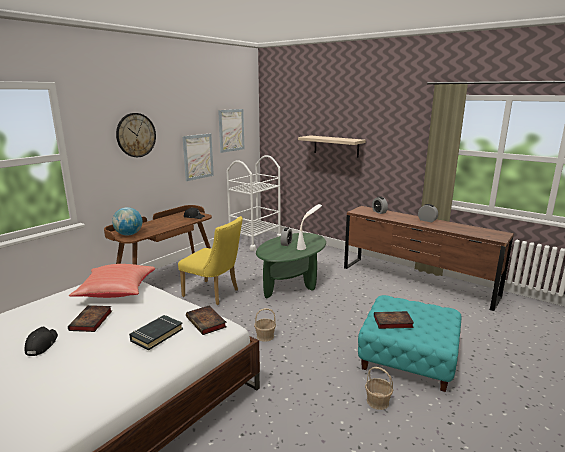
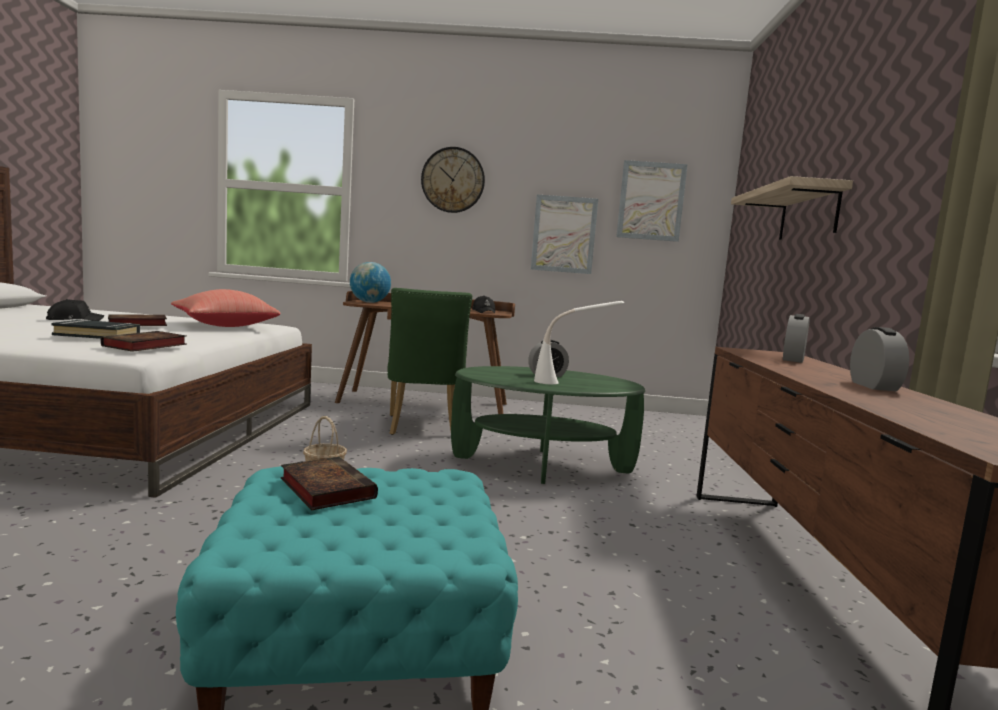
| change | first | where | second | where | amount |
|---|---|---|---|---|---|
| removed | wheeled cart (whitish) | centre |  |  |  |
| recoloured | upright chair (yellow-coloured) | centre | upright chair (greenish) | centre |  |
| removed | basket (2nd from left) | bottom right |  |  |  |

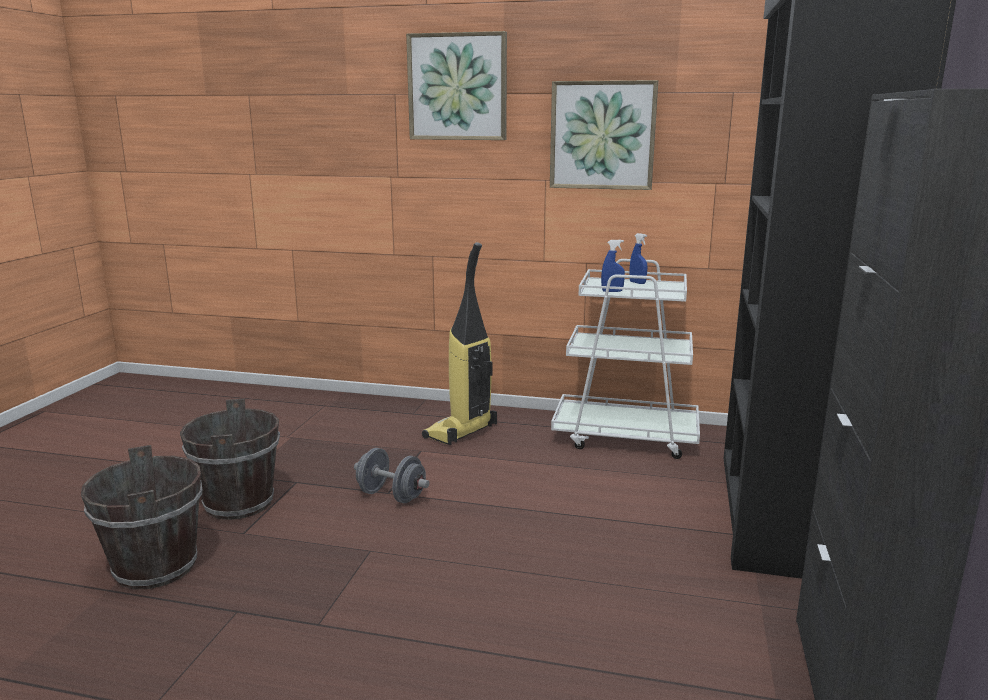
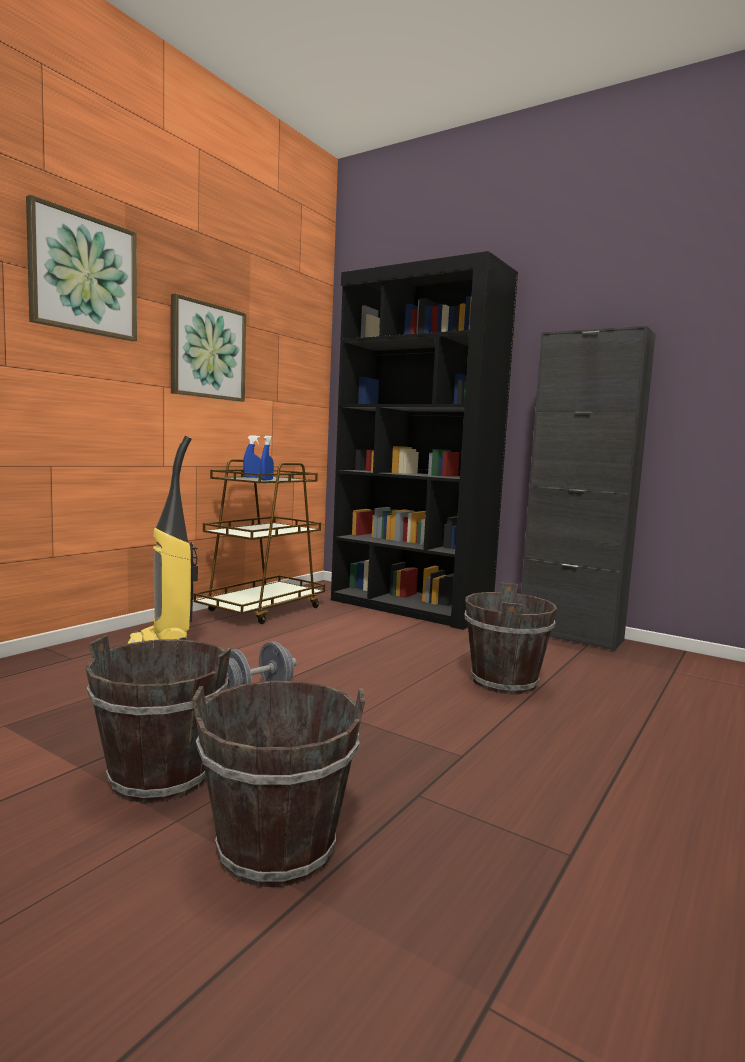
| change | first | where | second | where | amount |
|---|---|---|---|---|---|
| recoloured | wheeled cart (whitish) | centre | wheeled cart (brown-coloured) | centre |  |
| added |  |  | bucket (brown-coloured) (3rd from left) | middle right |  |

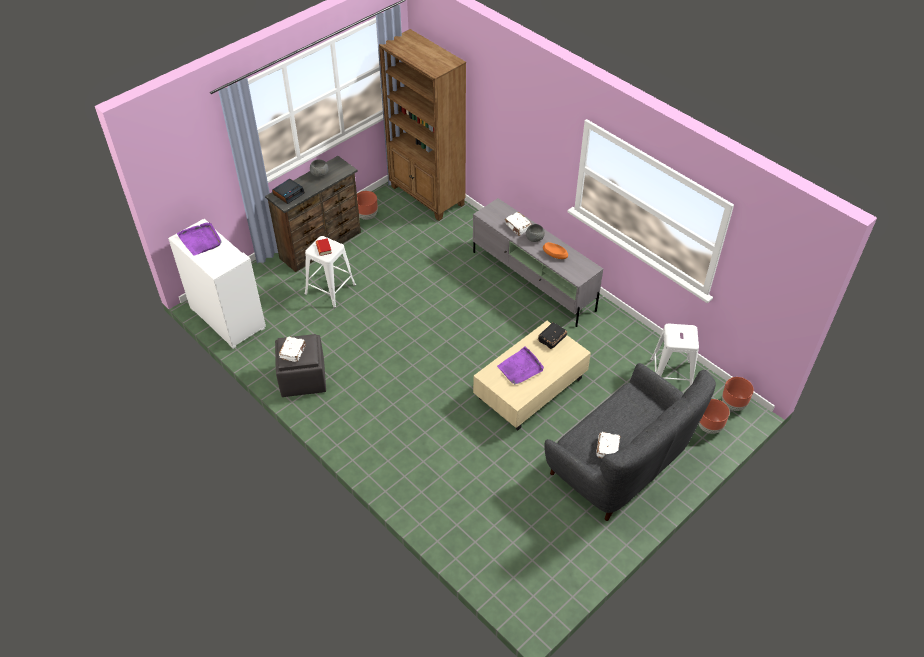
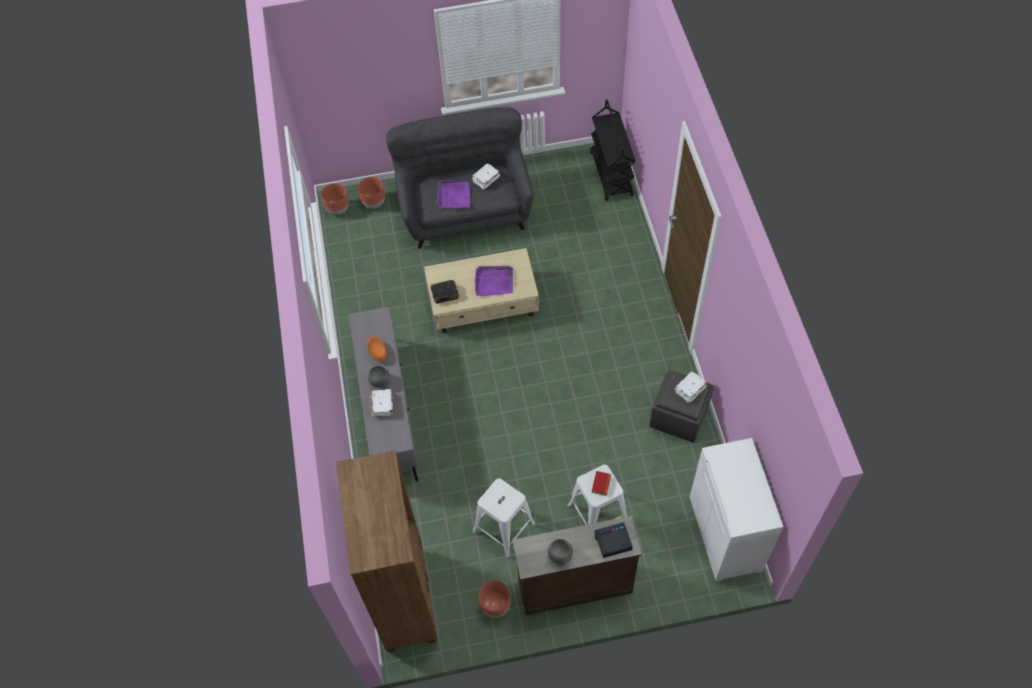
| change | first | where | second | where | amount |
|---|---|---|---|---|---|
| moved | carrying tray (purplish) (1st from left) | middle left |  | top centre |  |
| moved | stool seat (whitish) (2nd from left in the first image) | middle right | stool seat (whitish) (1st from left) | bottom centre |  |
| added |  |  | wheeled cart (black) | top centre |  |

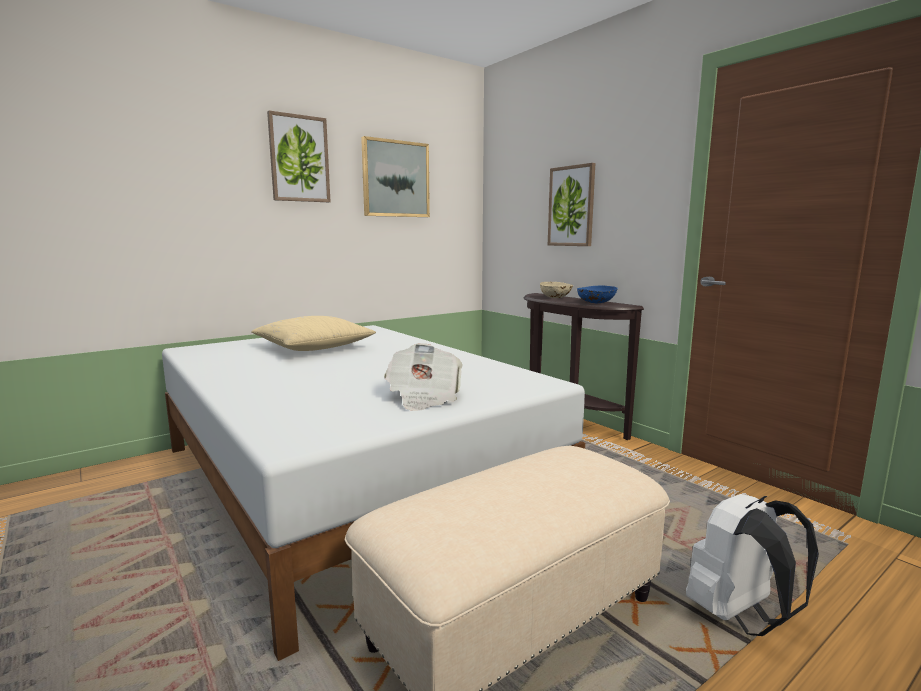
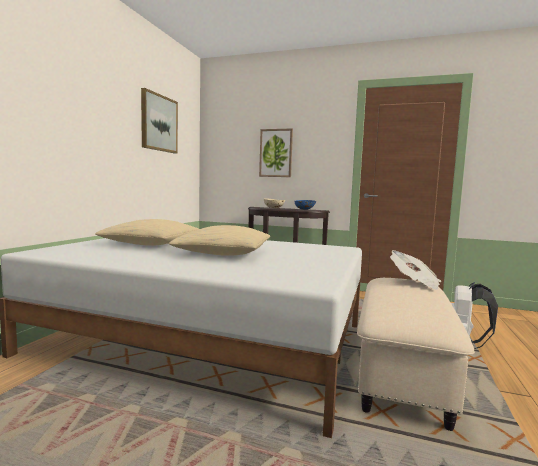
| change | first | where | second | where | amount |
|---|---|---|---|---|---|
| removed | wall picture (1st from left) | top left |  |  |  |
| moved | newspaper | centre |  | middle right |  |
| added |  |  | pillow (beige) (2nd from left) | centre |  |

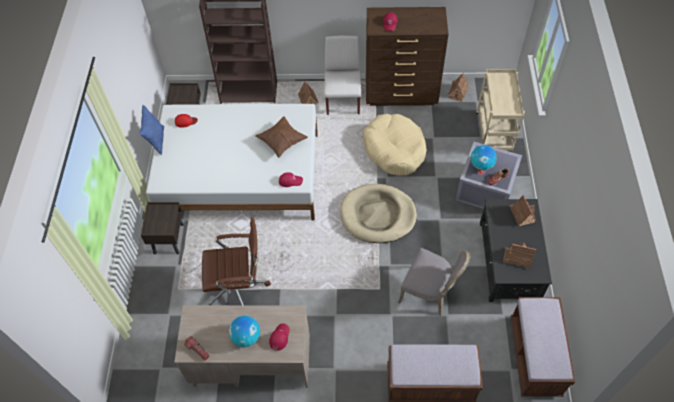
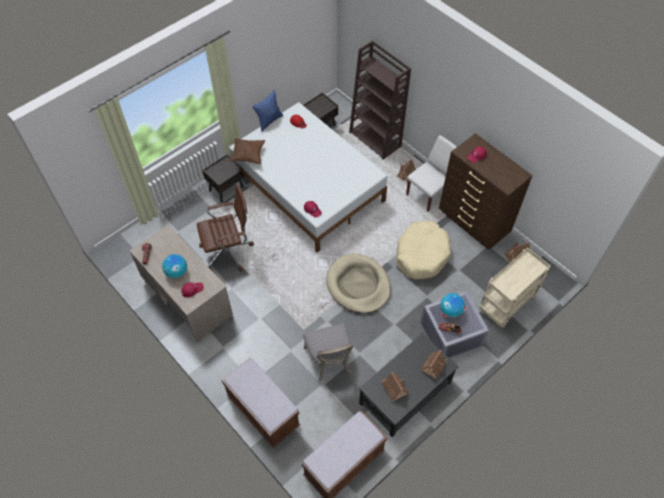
| change | first | where | second | where | amount |
|---|---|---|---|---|---|
| moved | pillow (brown-coloured) | centre |  | top centre |  |
| turned | computer chair (brown-coloured) | centre |  | centre | 60 degrees counterclockwise |

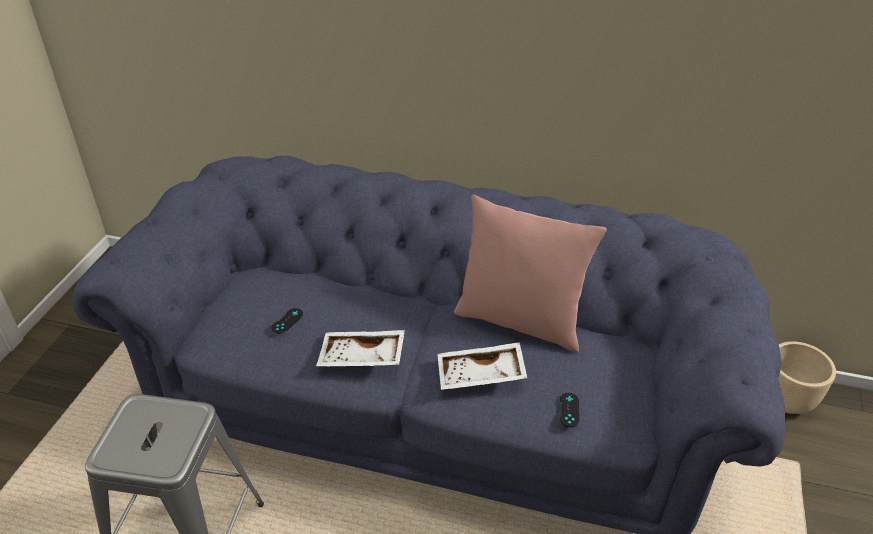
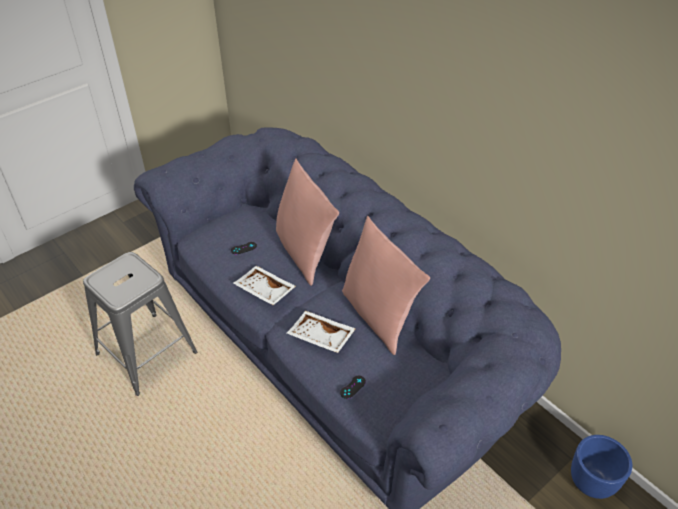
| change | first | where | second | where | amount |
|---|---|---|---|---|---|
| recoloured | planter (beige) | bottom right | planter (blue-coloured) | bottom right |  |
| added |  |  | pillow (pink) (1st from left) | centre |  |

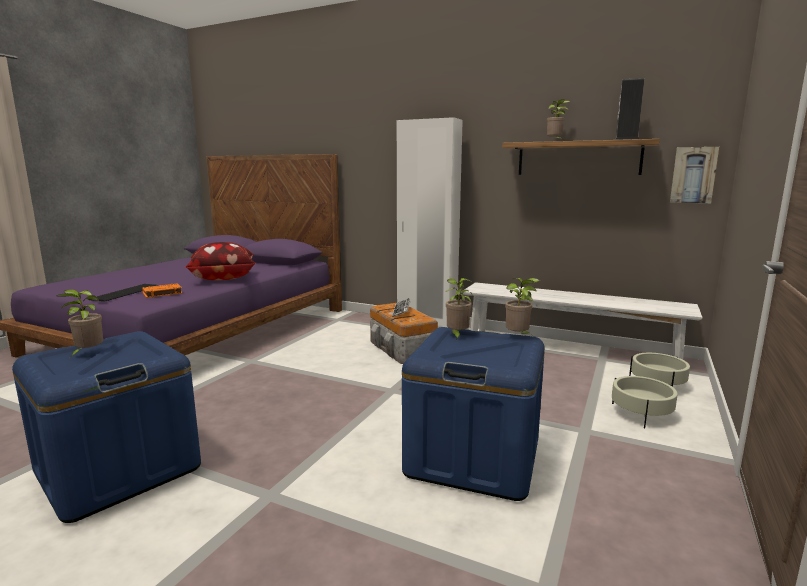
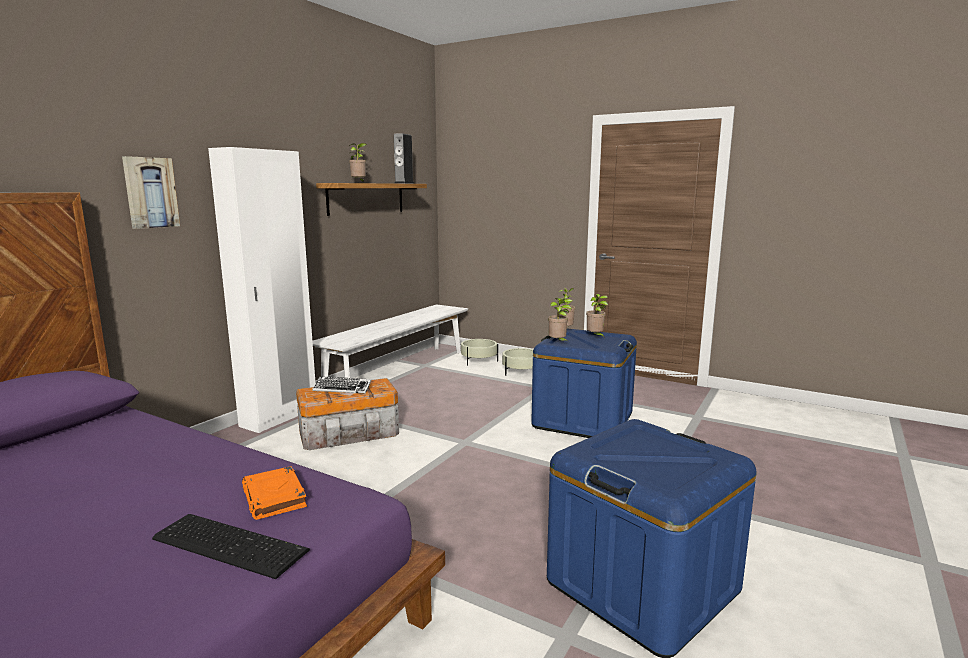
| change | first | where | second | where | amount |
|---|---|---|---|---|---|
| moved | wall picture | top right |  | top left |  |
| removed | pillow | middle left |  |  |  |
| moved | houseplant (1st from left in the first image) | middle left | houseplant (4th from left) | centre |  |

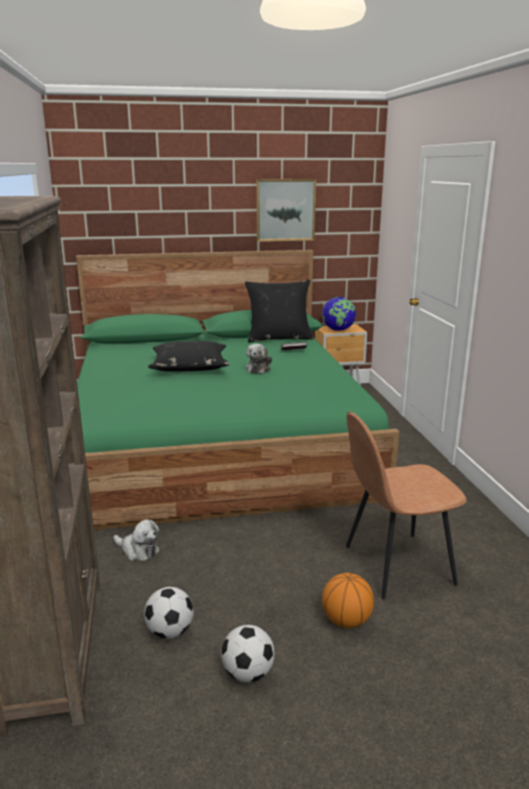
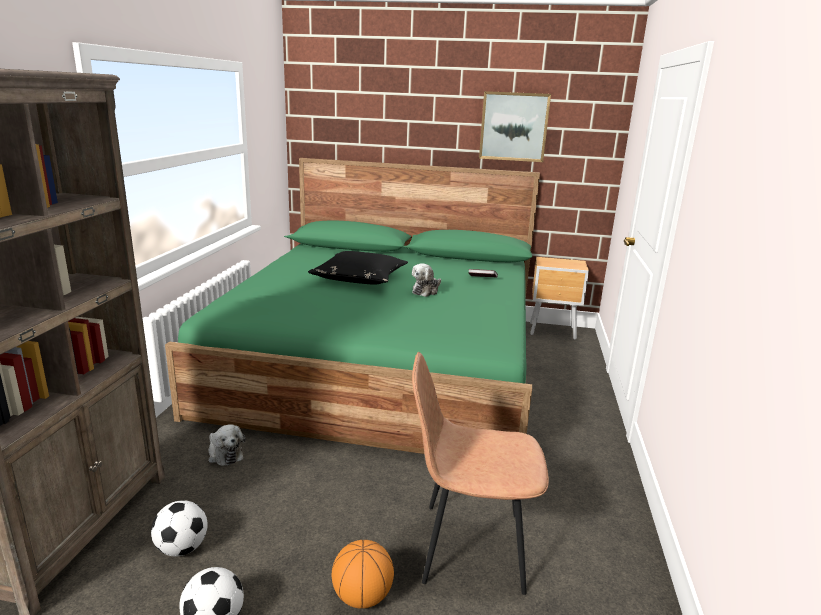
| change | first | where | second | where | amount |
|---|---|---|---|---|---|
| removed | pillow (black) (2nd from left) | centre |  |  |  |
| removed | world globe | centre |  |  |  |

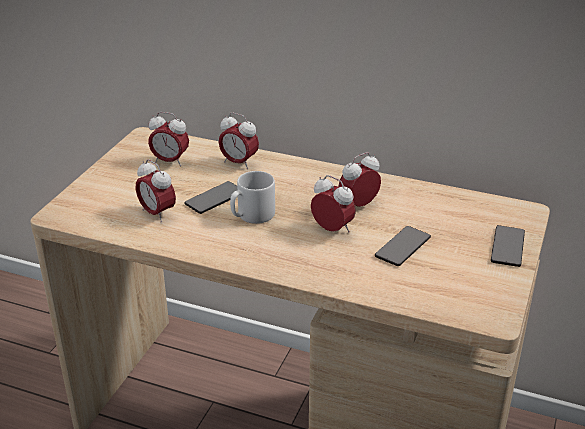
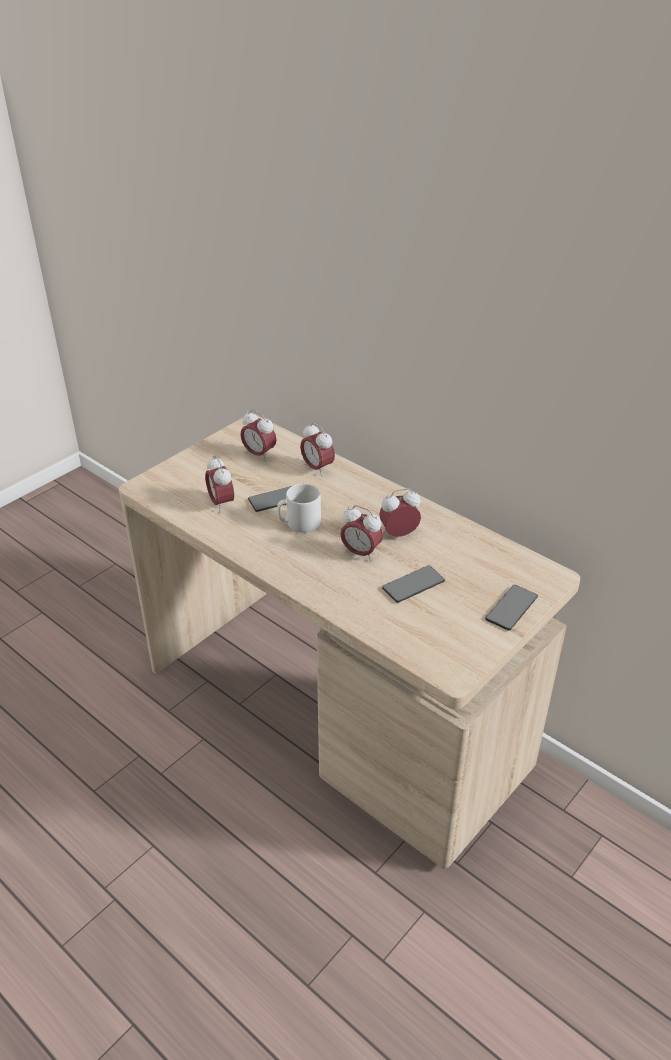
| change | first | where | second | where | amount |
|---|---|---|---|---|---|
| turned | alarm clock (4th from left) | centre |  | centre | 150 degrees clockwise |

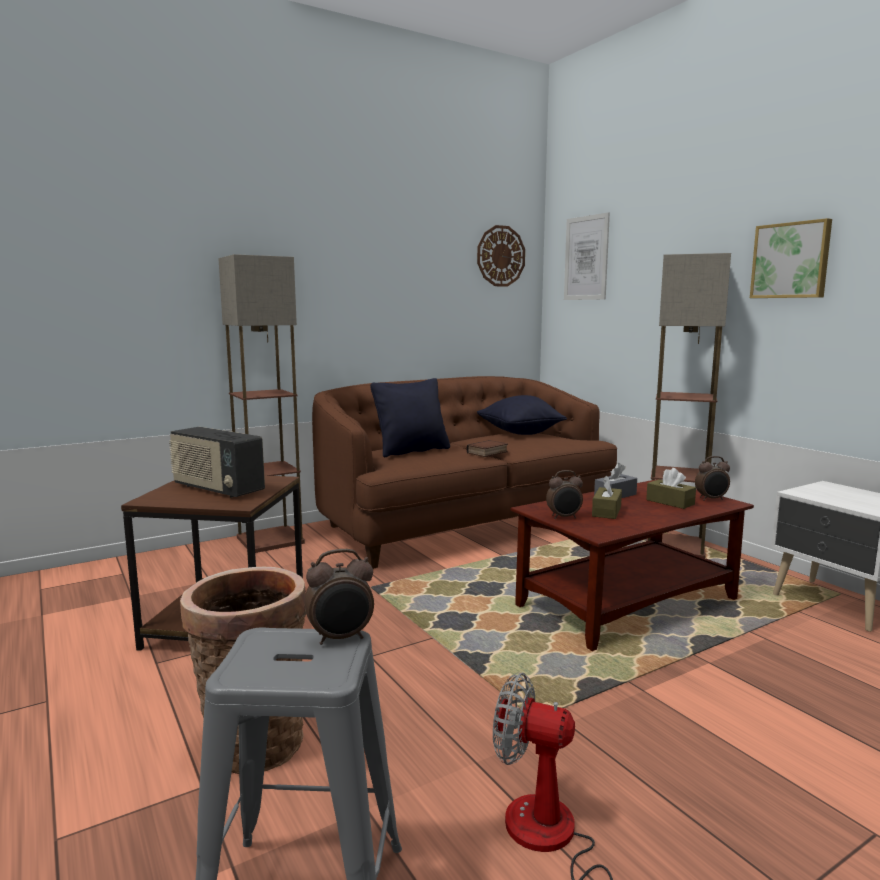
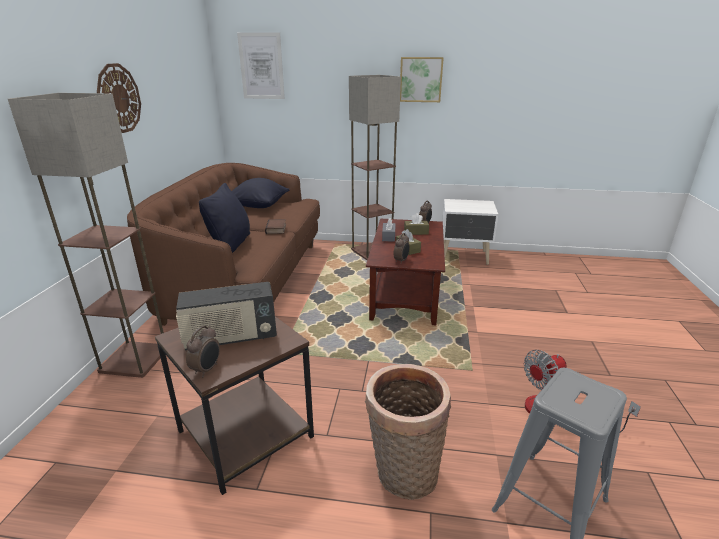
| change | first | where | second | where | amount |
|---|---|---|---|---|---|
| moved | wall clock | top centre |  | top left |  |
| moved | alarm clock (1st from left) | bottom centre |  | middle left |  |

